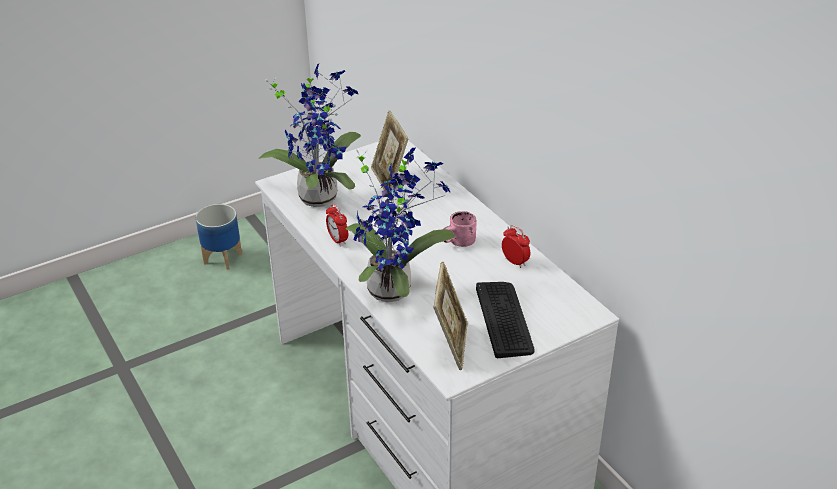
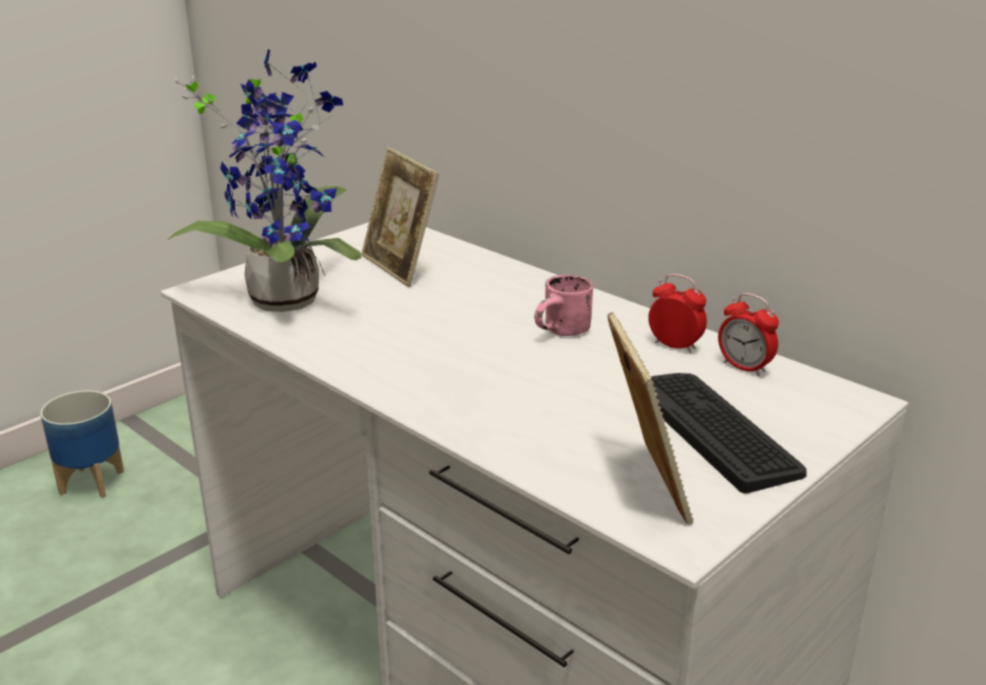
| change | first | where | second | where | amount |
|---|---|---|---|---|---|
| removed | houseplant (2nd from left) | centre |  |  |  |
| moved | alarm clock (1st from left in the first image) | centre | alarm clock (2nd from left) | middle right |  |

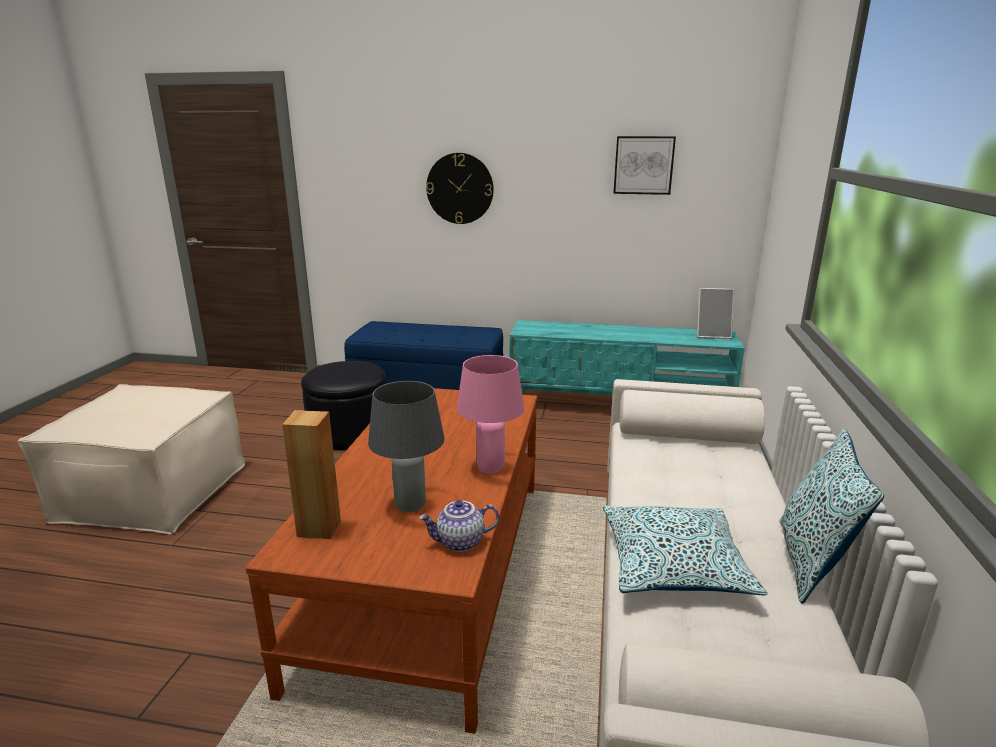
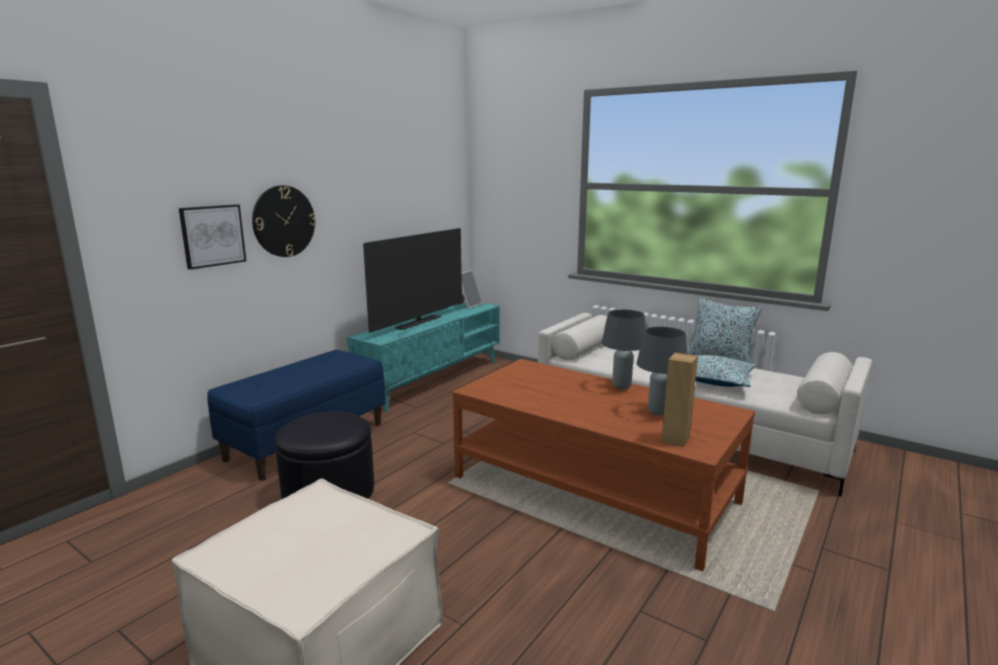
| change | first | where | second | where | amount |
|---|---|---|---|---|---|
| moved | wall picture | top centre |  | middle left |  |
| recoloured | lamp for a table (pink) | centre | lamp for a table (gray) (1st from left) | centre |  |
| removed | pot for tea | bottom centre |  |  |  |
| added |  |  | television | centre |  |

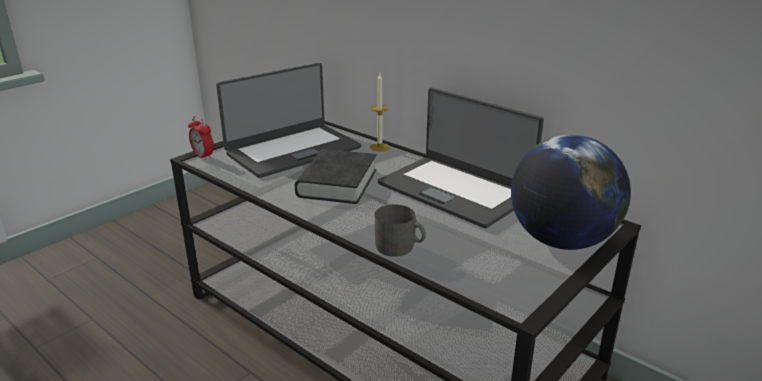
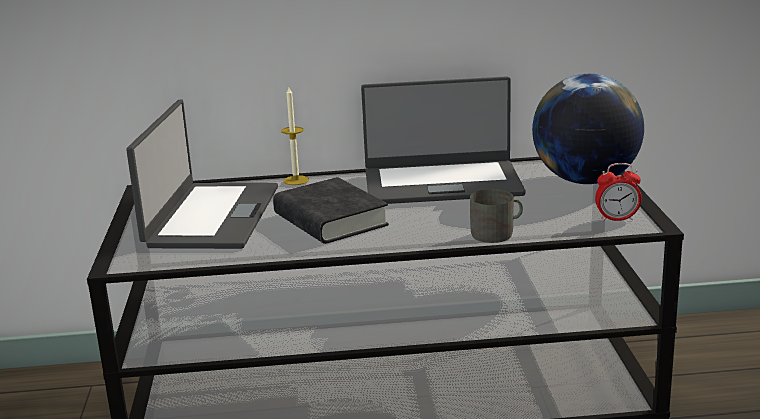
| change | first | where | second | where | amount |
|---|---|---|---|---|---|
| moved | alarm clock | middle left |  | middle right |  |

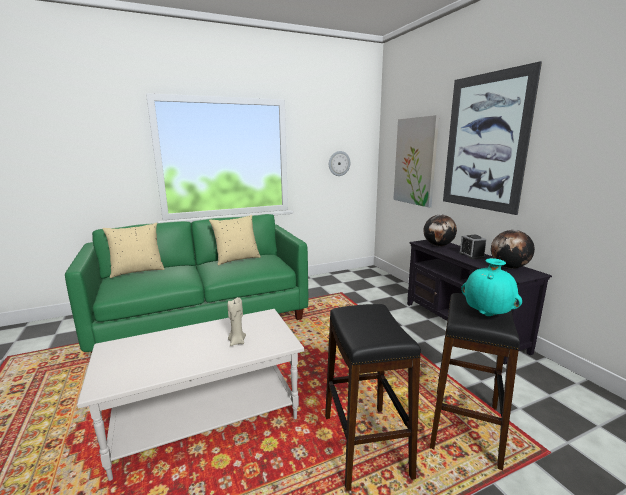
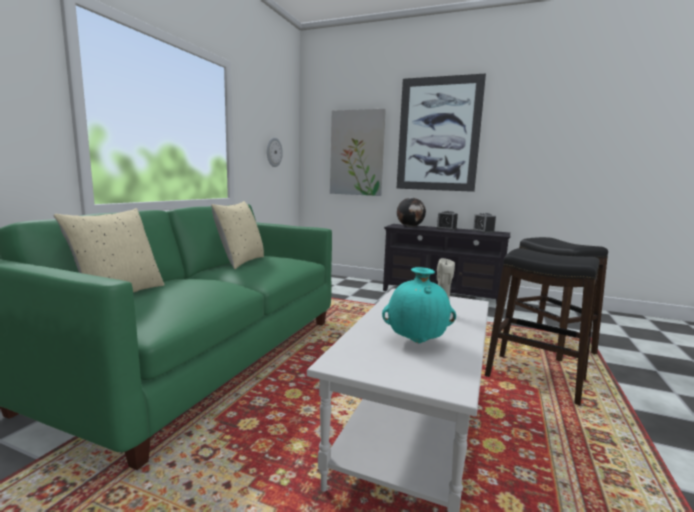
| change | first | where | second | where | amount |
|---|---|---|---|---|---|
| replaced | world globe (2nd from left) | middle right | alarm clock (2nd from left) | middle right |  |
| moved | decorative vase (blue-green) | middle right |  | centre |  |

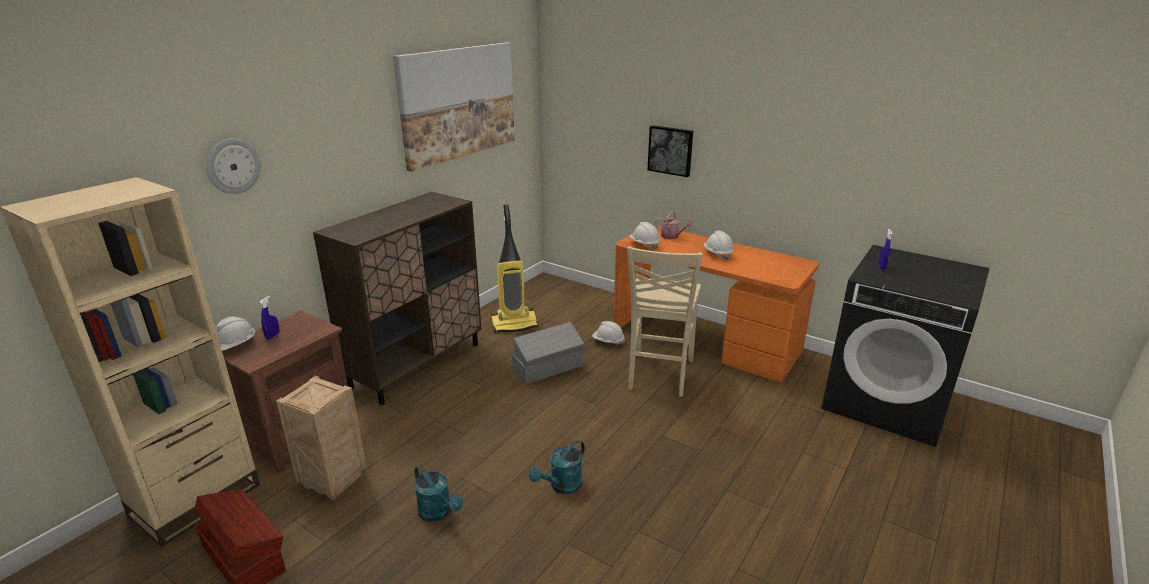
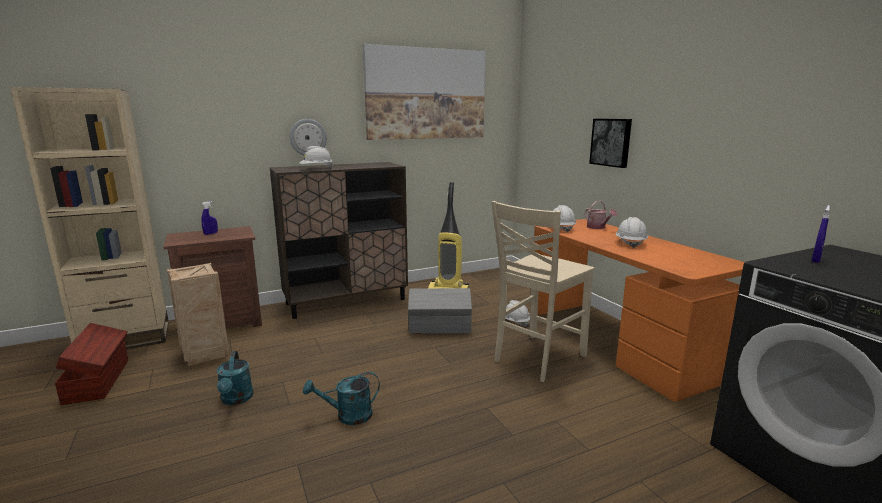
| change | first | where | second | where | amount |
|---|---|---|---|---|---|
| moved | wall clock | top left |  | top centre |  |
| moved | hard hat (whitish) (1st from left) | middle left |  | top centre |  |

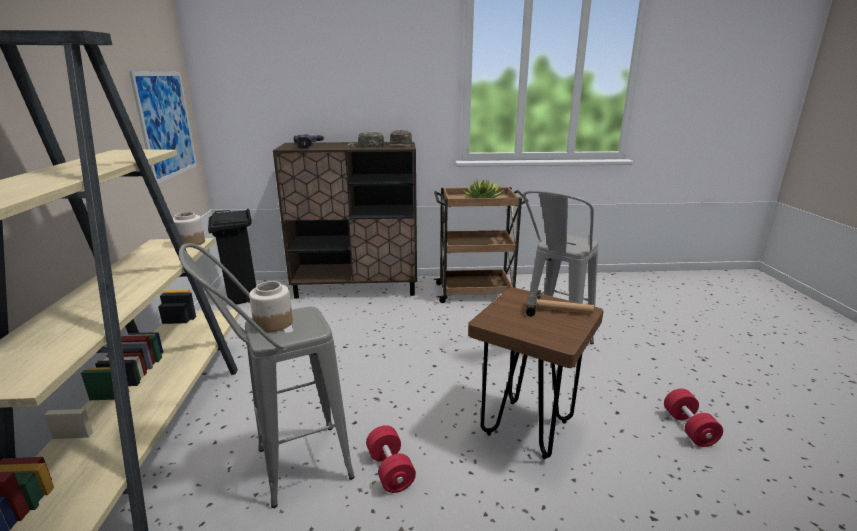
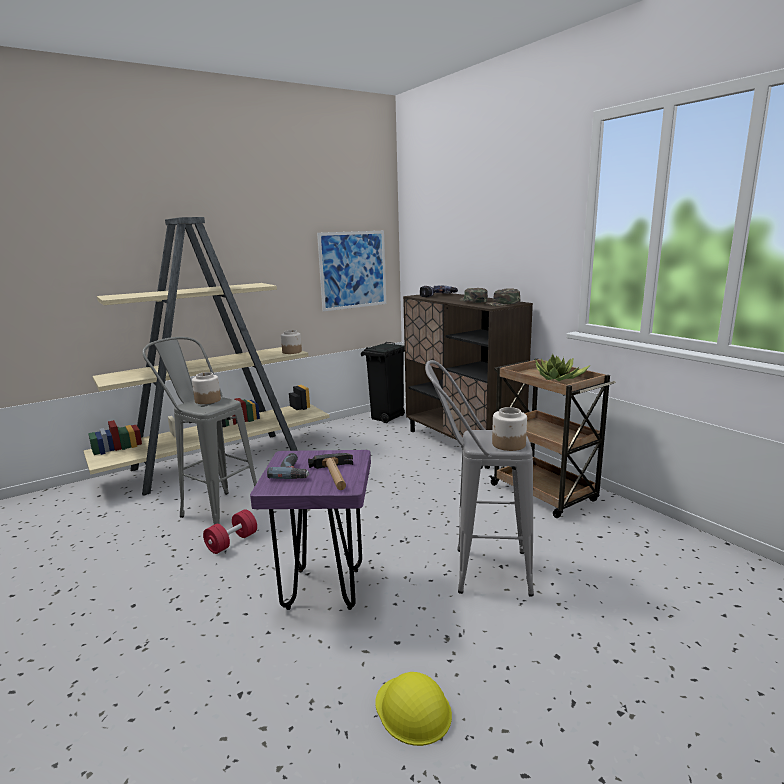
| change | first | where | second | where | amount |
|---|---|---|---|---|---|
| recoloured | stool seat (brown-coloured) | bottom centre | stool seat (purplish) | bottom centre |  |
| replaced | free weight (red-coloured) (2nd from left) | bottom right | hard hat (yellow-coloured) | bottom centre |  |
| added |  |  | preserve jar (3rd from left) | centre |  |
| added |  |  | drill (1st from left) | centre |  |

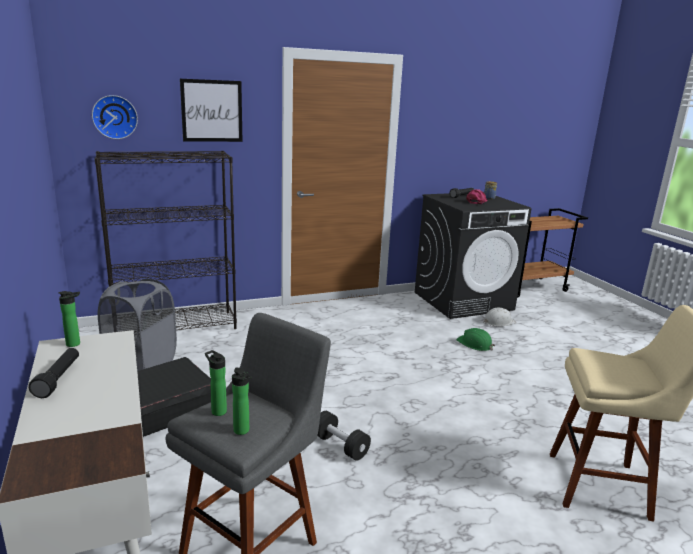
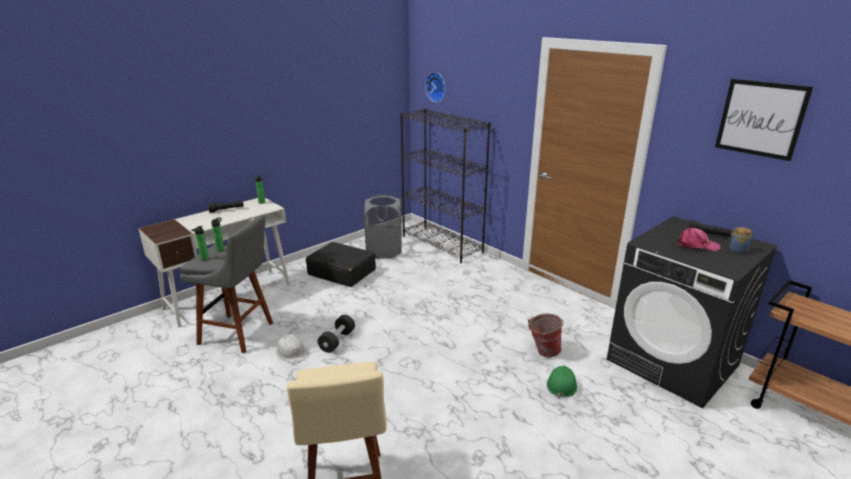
| change | first | where | second | where | amount |
|---|---|---|---|---|---|
| moved | wall picture | top left |  | top right |  |
| moved | hard hat (whitish) | middle right |  | bottom centre |  |
| added |  |  | bucket | bottom centre |  |

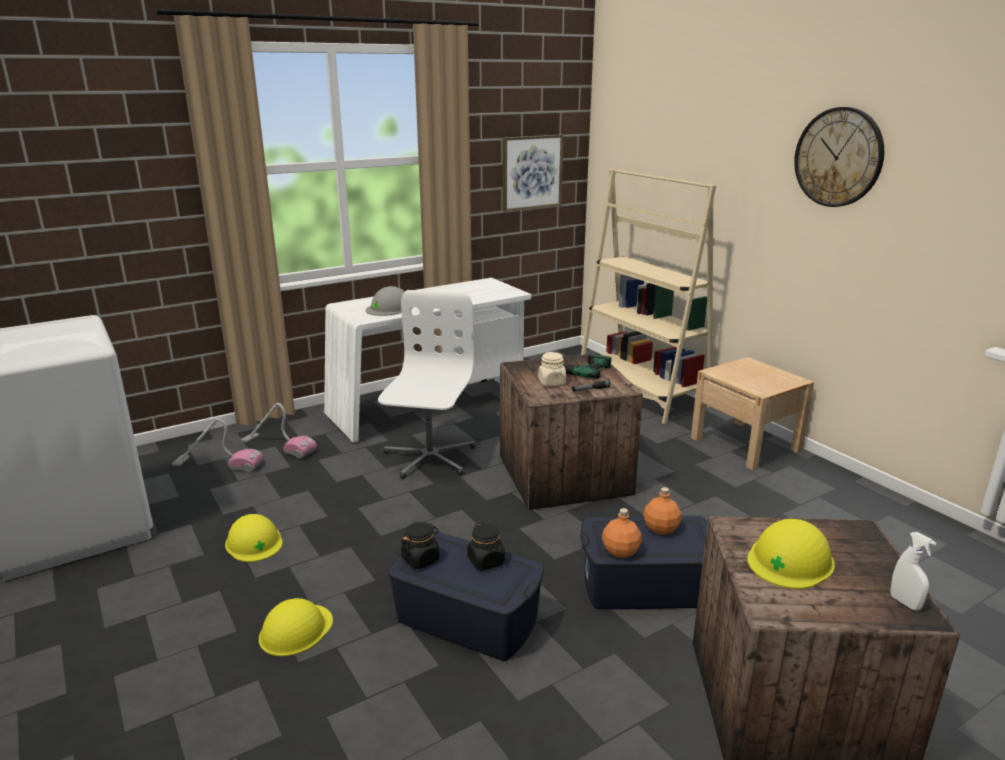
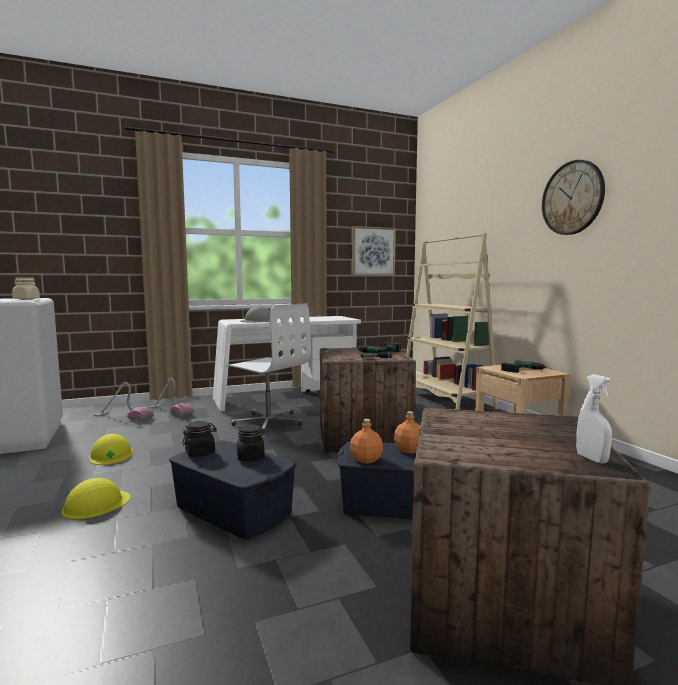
| change | first | where | second | where | amount |
|---|---|---|---|---|---|
| turned | computer chair (whitish) | centre |  | centre | 105 degrees clockwise |
| moved | preserve jar (beige) | centre |  | middle left |  |
| removed | hard hat (yellow-coloured) (3rd from left) | bottom right |  |  |  |
| added |  |  | drill (2nd from left) | middle right |  |

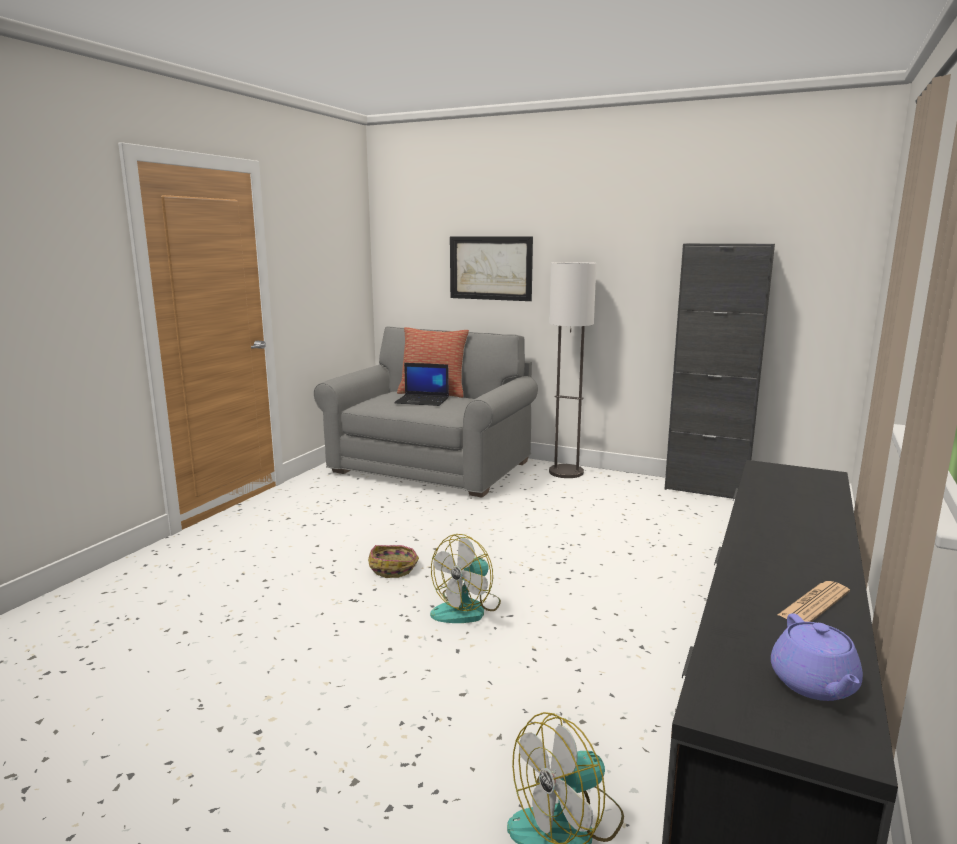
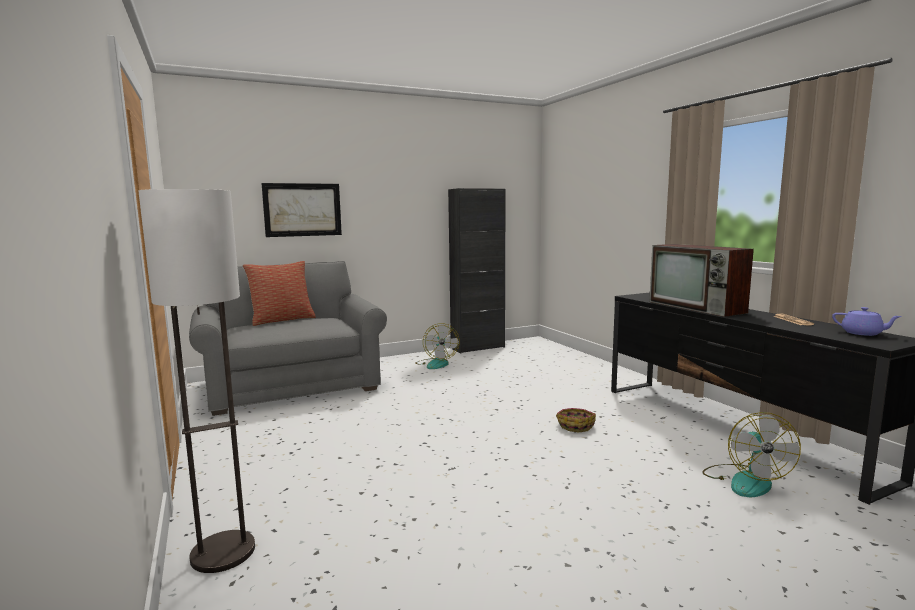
| change | first | where | second | where | amount |
|---|---|---|---|---|---|
| moved | standing lamp | centre |  | middle left |  |
| removed | laptop | centre |  |  |  |
| moved | cooling fan (1st from left) | bottom centre |  | centre |  |
| moved | basket | centre |  | bottom centre |  |
| added |  |  | television | middle right |  |

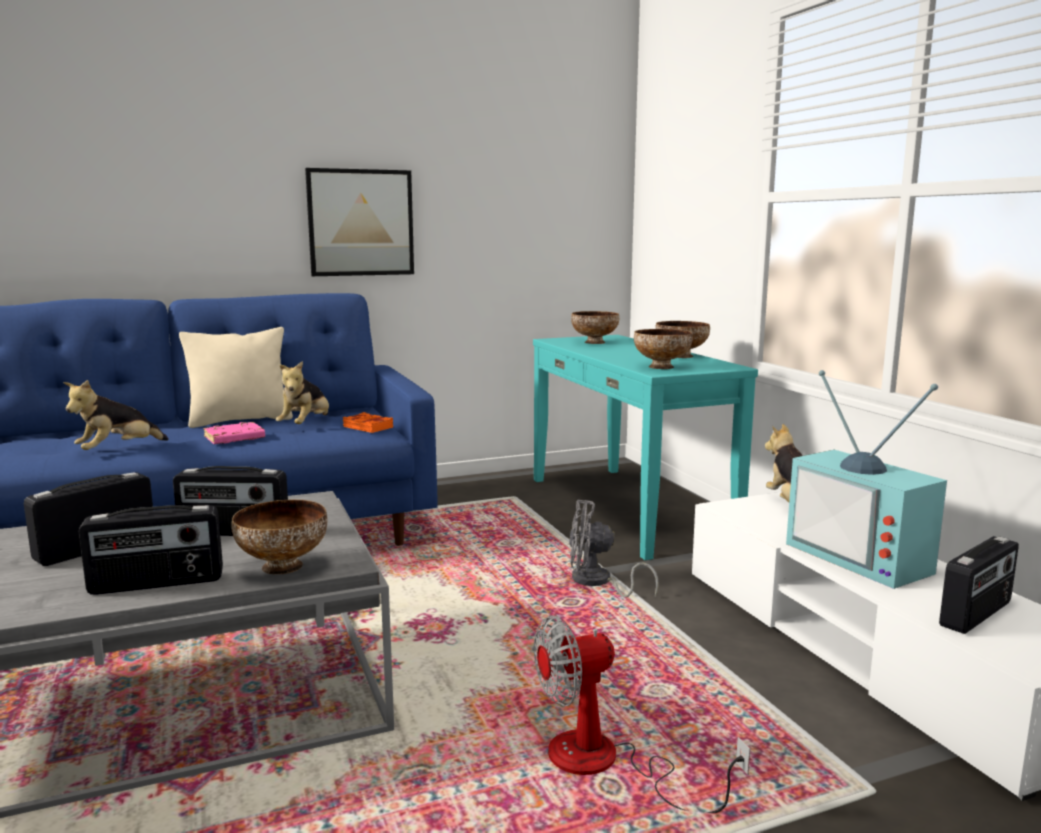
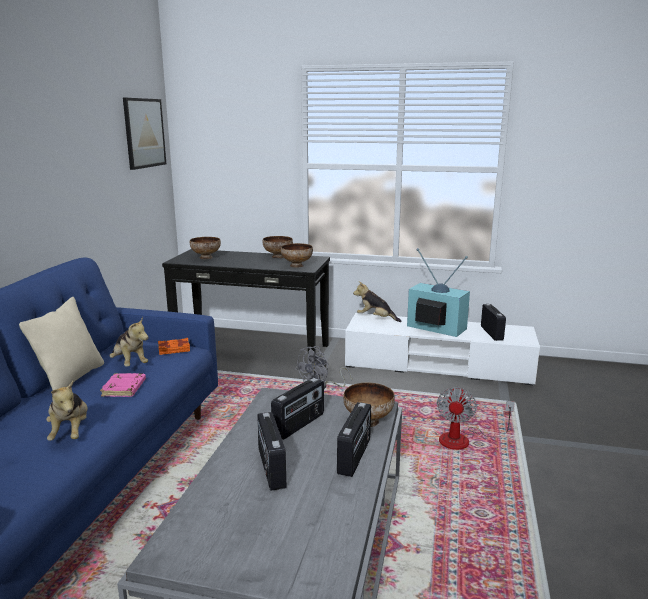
| change | first | where | second | where | amount |
|---|---|---|---|---|---|
| moved | wall picture | top centre |  | top left |  |
| recoloured | console table (blue-green) | centre | console table (black) | centre |  |
| turned | television | middle right |  | middle right | 150 degrees counterclockwise |

